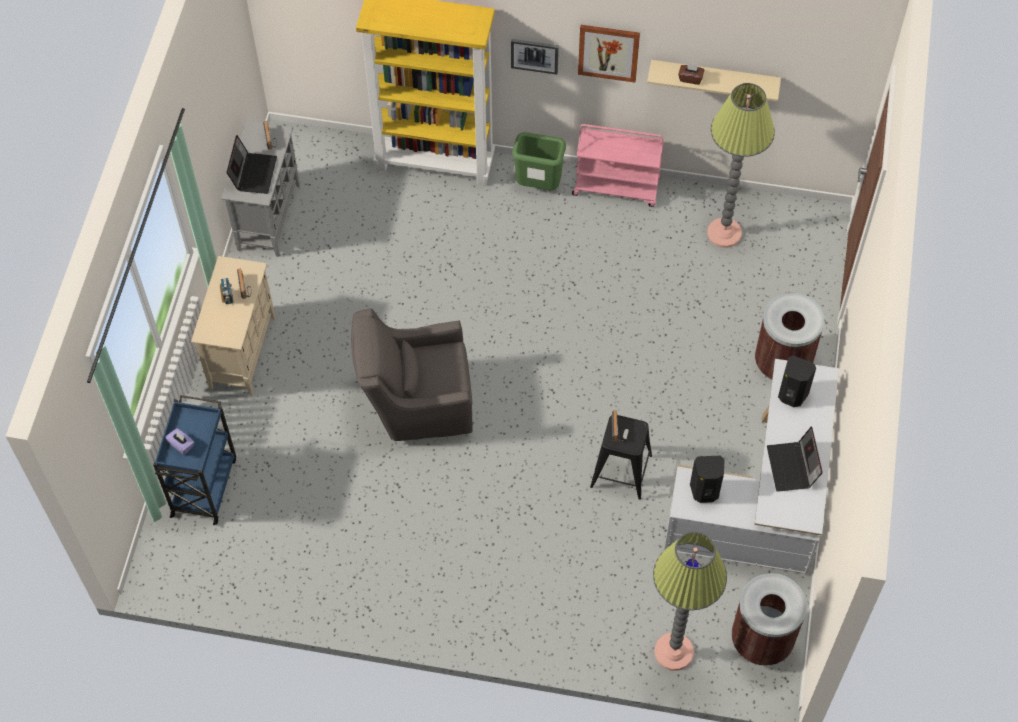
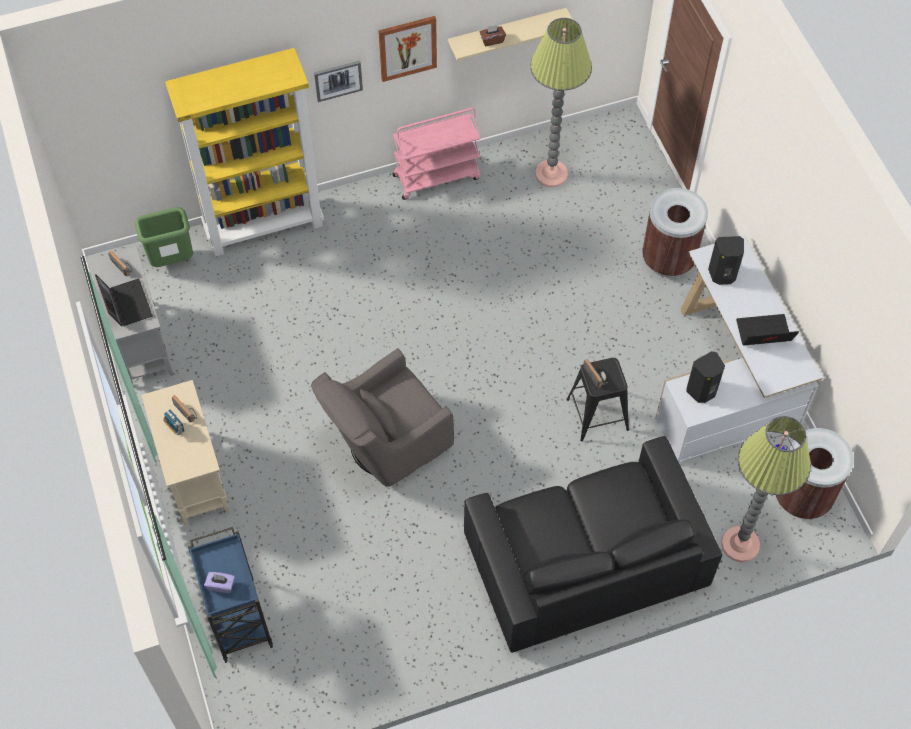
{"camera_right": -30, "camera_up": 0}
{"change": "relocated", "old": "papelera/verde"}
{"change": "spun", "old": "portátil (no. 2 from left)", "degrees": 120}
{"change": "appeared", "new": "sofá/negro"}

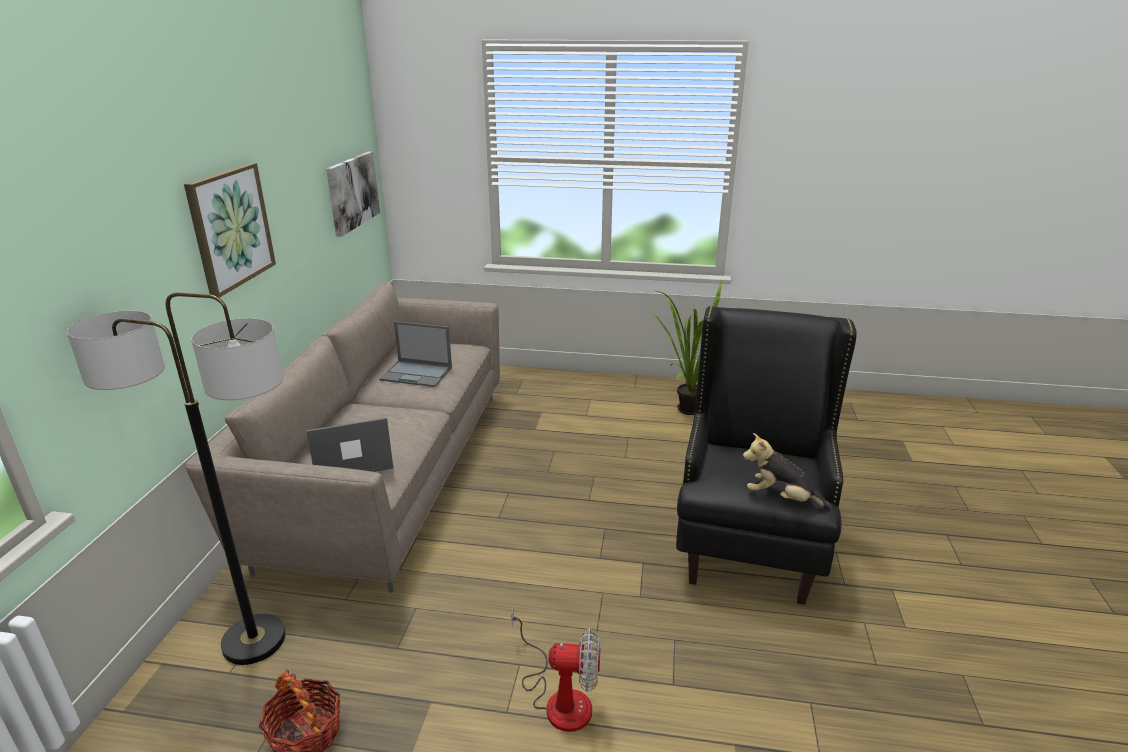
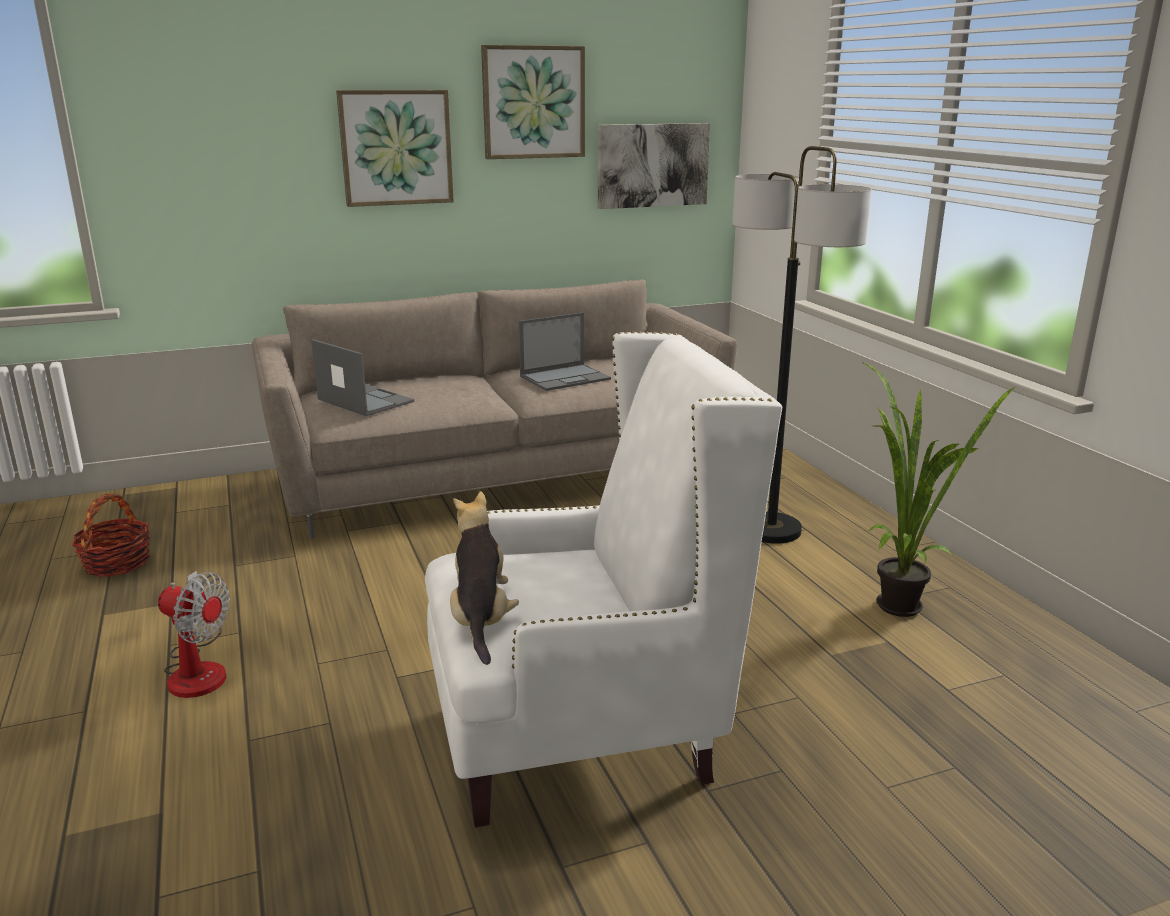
{"camera_right": 60, "camera_up": -5}
{"change": "relocated", "old": "lámpara de pie"}
{"change": "colour", "old": "sillón/negro", "new": "sillón/blanco"}
{"change": "spun", "old": "portátil (no. 2 from left)", "degrees": -105}
{"change": "spun", "old": "ventilador", "degrees": -45}
{"change": "appeared", "new": "cuadro (no. 2 from left)"}

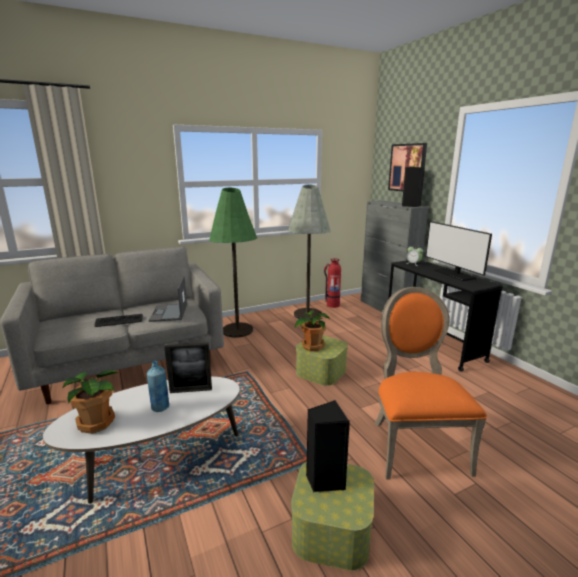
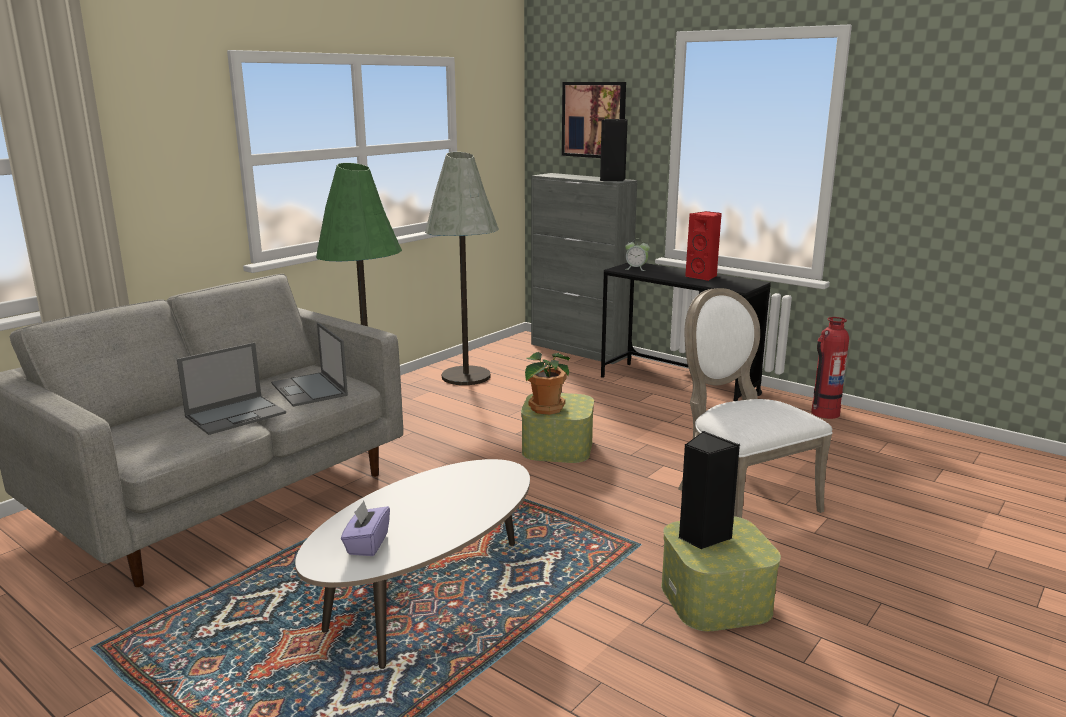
{"camera_right": -25, "camera_up": 0}
{"change": "exchanged", "old": "monitor", "new": "altavoz/rojo"}
{"change": "relocated", "old": "extintor"}
{"change": "colour", "old": "silla/naranja", "new": "silla/blanco"}
{"change": "exchanged", "old": "teclado", "new": "portátil (no. 1 from left)"}
{"change": "missing", "old": "portarretratos"}
{"change": "missing", "old": "botella/azul"}
{"change": "exchanged", "old": "planta en maceta (no. 1 from left)", "new": "caja de pañuelos/morado"}

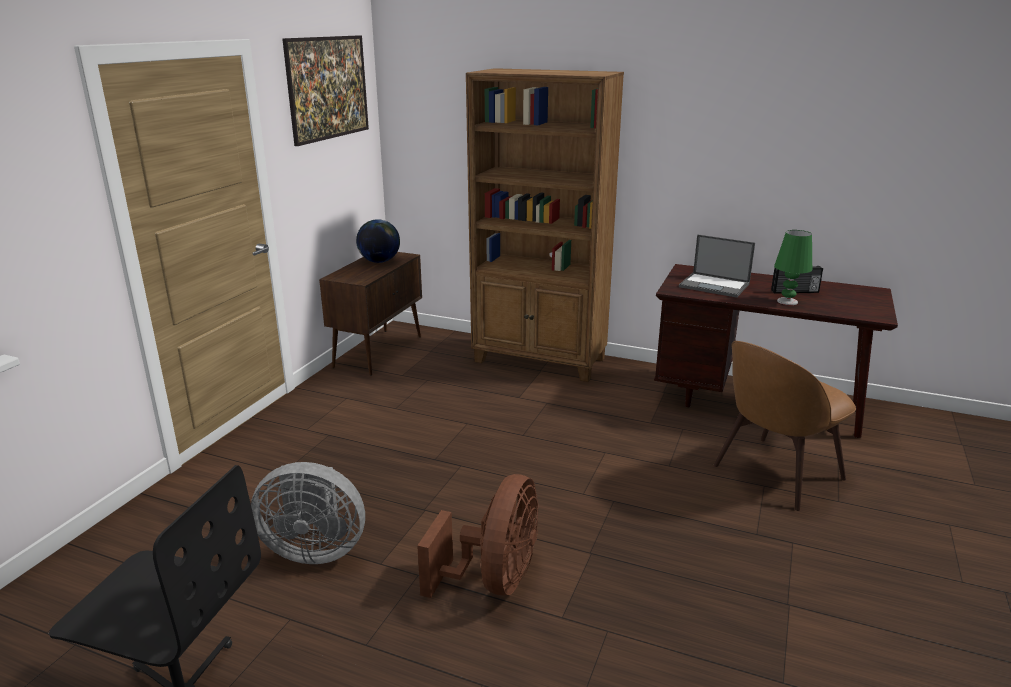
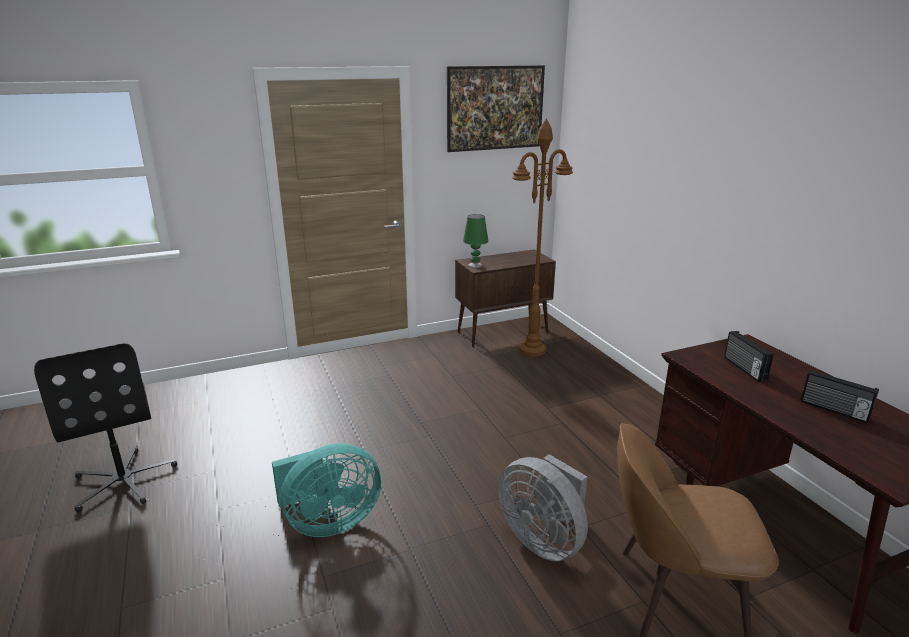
{"camera_right": 45, "camera_up": 0}
{"change": "missing", "old": "estantería/marrón"}
{"change": "missing", "old": "globo terráqueo"}
{"change": "relocated", "old": "lámpara de mesa/verde"}
{"change": "exchanged", "old": "portátil", "new": "radio (no. 1 from left)"}
{"change": "relocated", "old": "ventilador/gris"}
{"change": "colour", "old": "ventilador/marrón", "new": "ventilador/turquesa"}
{"change": "appeared", "new": "lámpara de pie/marrón"}

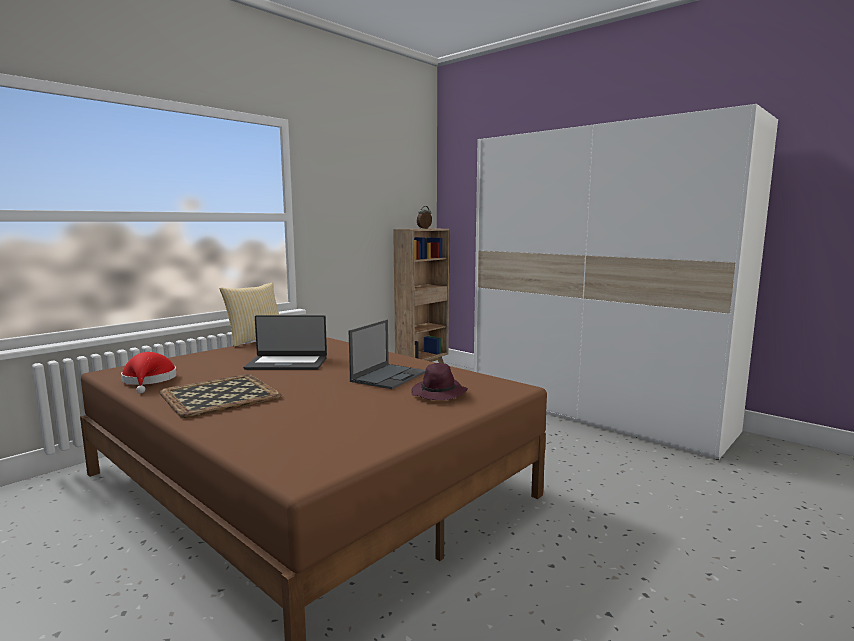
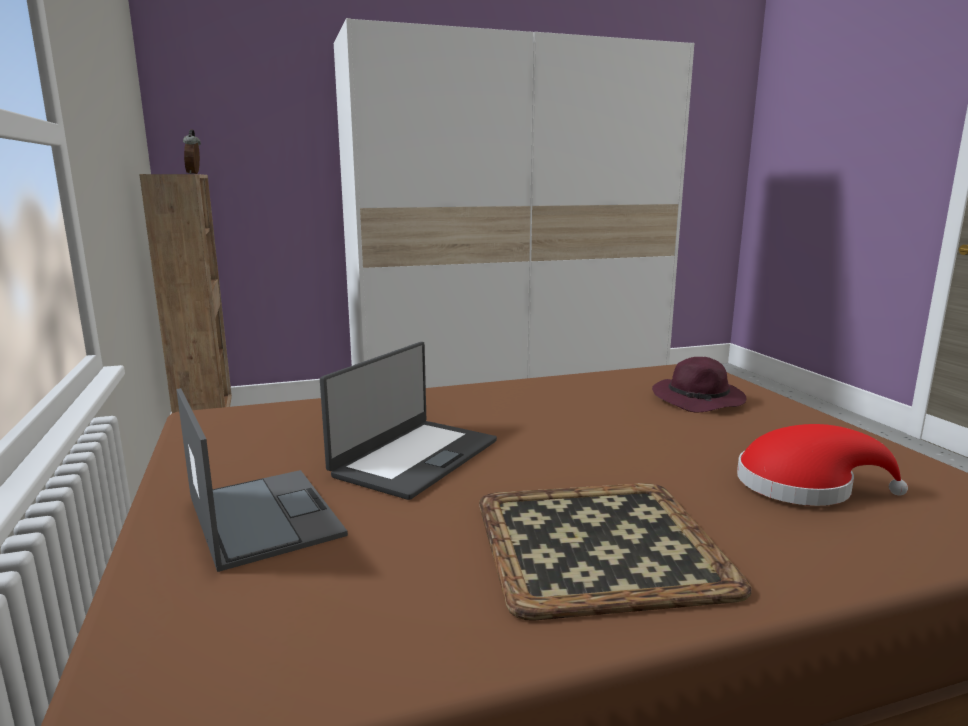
{"camera_right": -60, "camera_up": 5}
{"change": "missing", "old": "cojín"}
{"change": "relocated", "old": "portátil (no. 2 from left in the first image)", "new": "portátil (no. 1 from left)"}
{"change": "relocated", "old": "sombrero/rojo"}

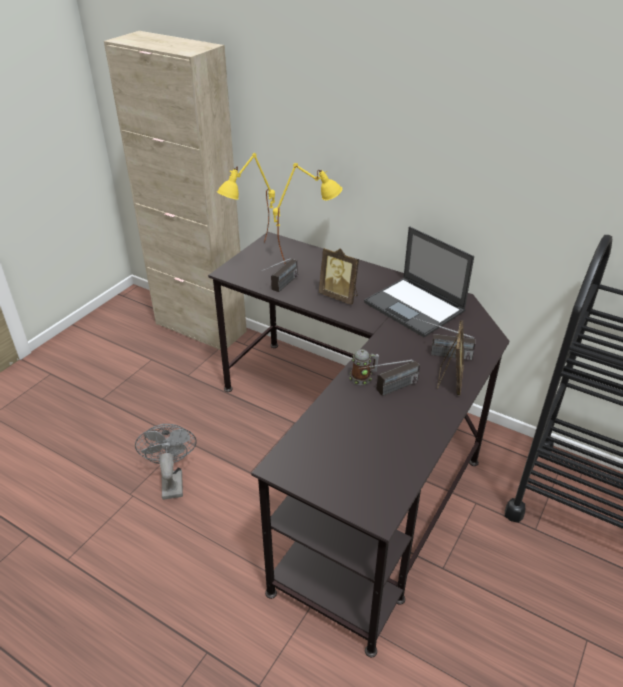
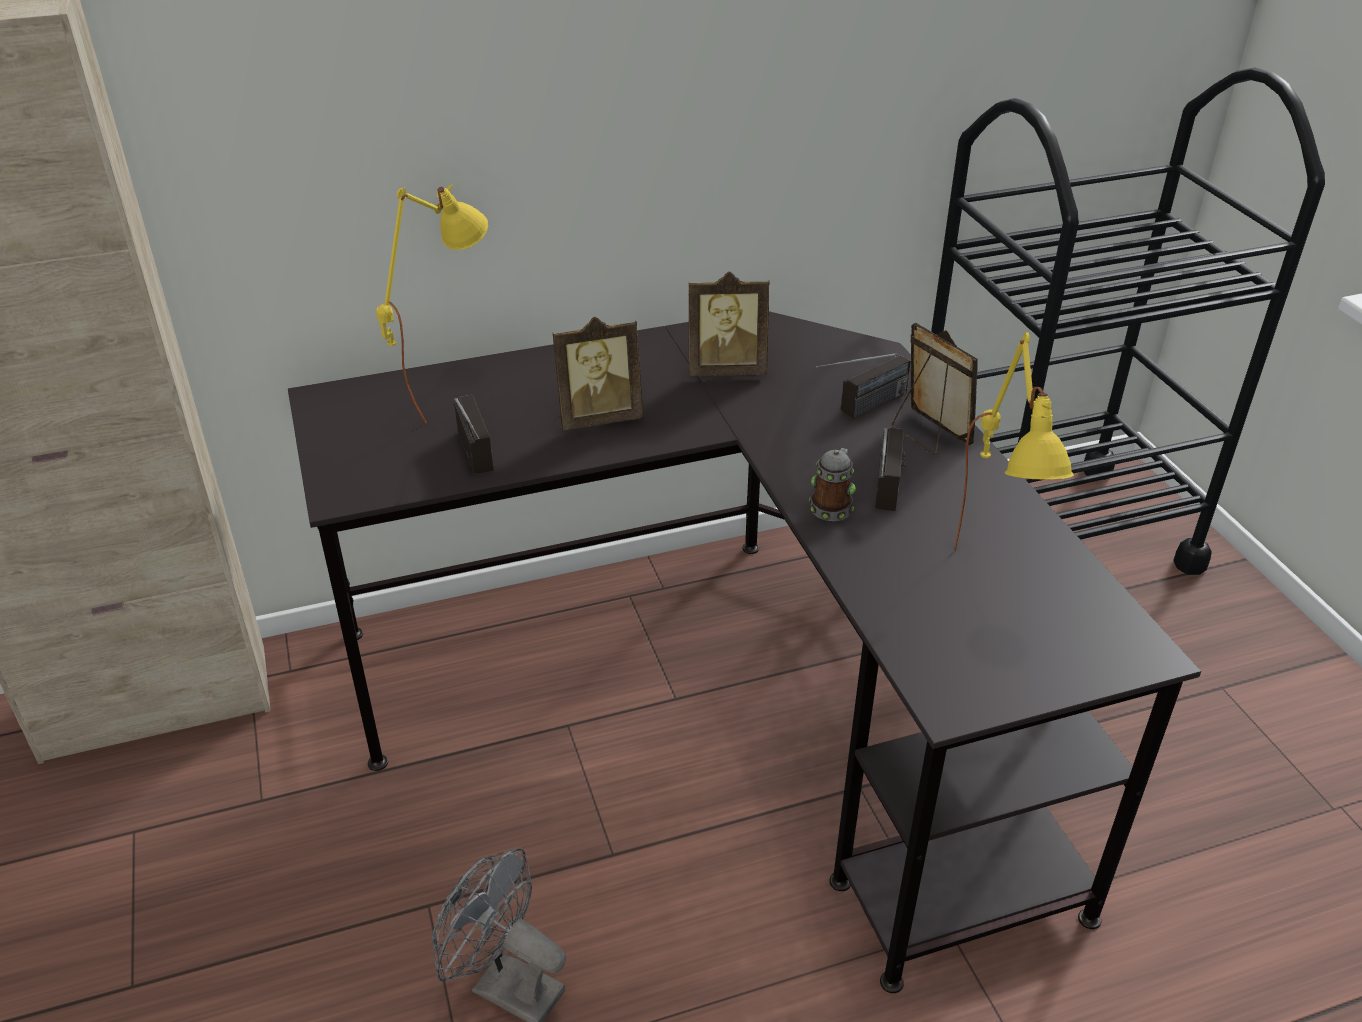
{"camera_right": -50, "camera_up": 0}
{"change": "relocated", "old": "lámpara de mesa/amarillo (no. 1 from left in the first image)", "new": "lámpara de mesa/amarillo (no. 2 from left)"}
{"change": "exchanged", "old": "portátil", "new": "portarretratos (no. 2 from left)"}

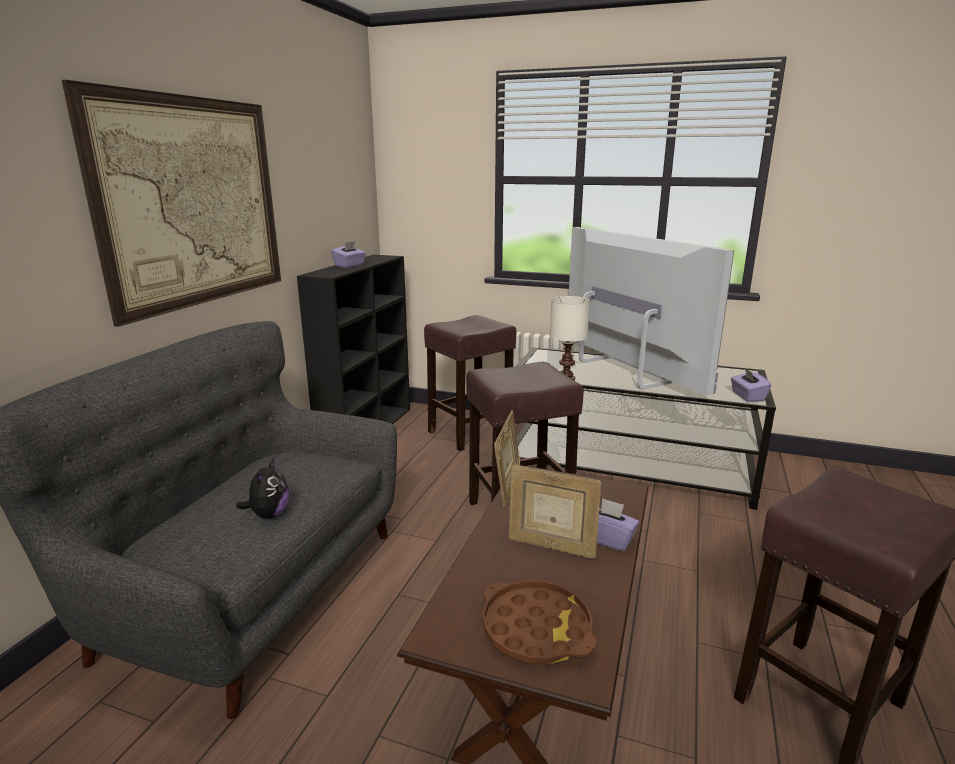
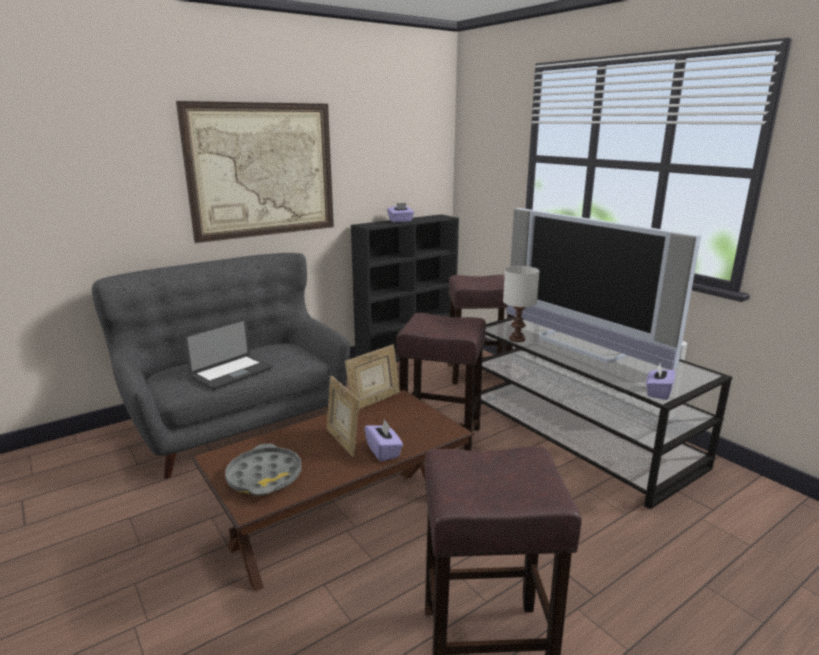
{"camera_right": 35, "camera_up": 0}
{"change": "spun", "old": "televisor", "degrees": 135}
{"change": "exchanged", "old": "peluche", "new": "portátil"}
{"change": "colour", "old": "bandeja/marrón", "new": "bandeja/gris"}

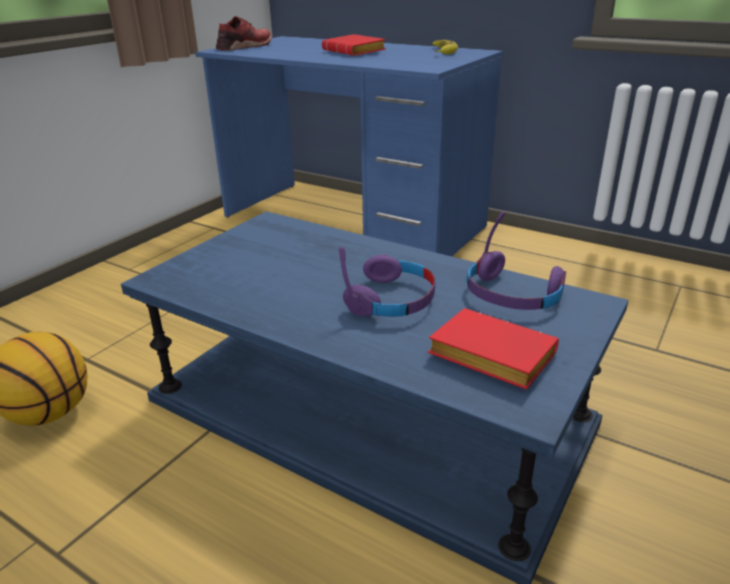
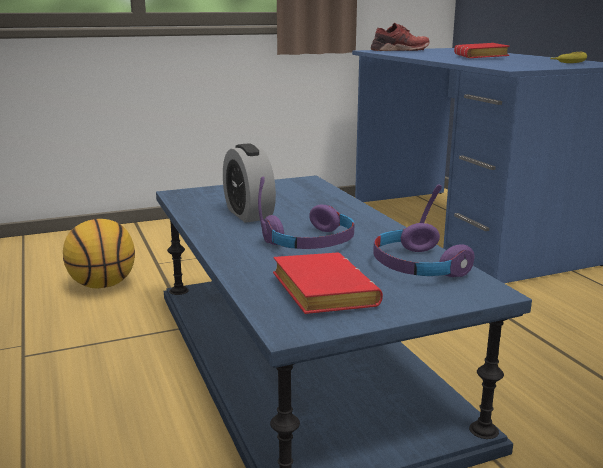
{"camera_right": 35, "camera_up": -10}
{"change": "appeared", "new": "despertador"}

